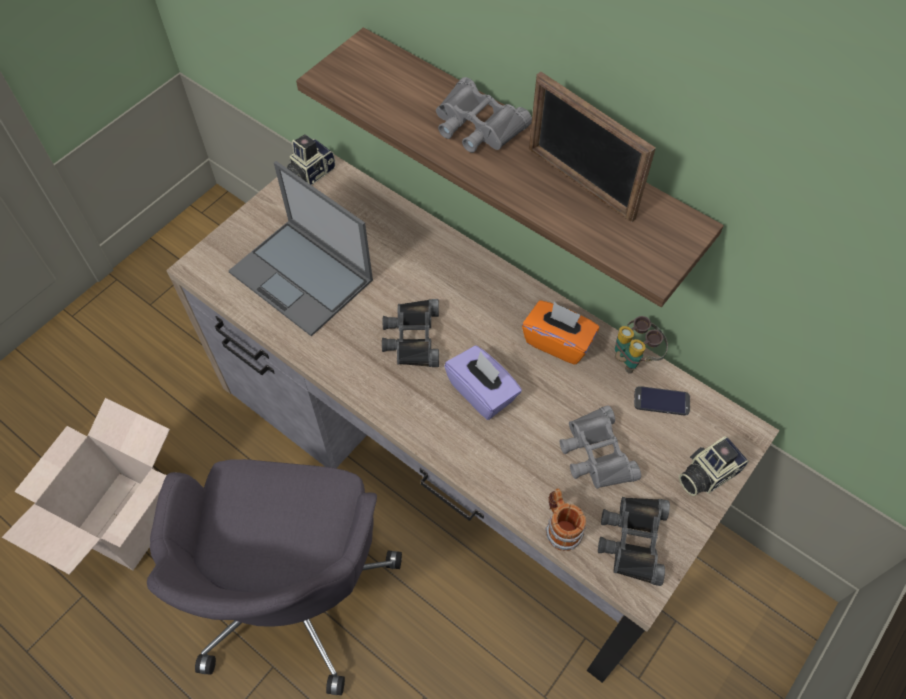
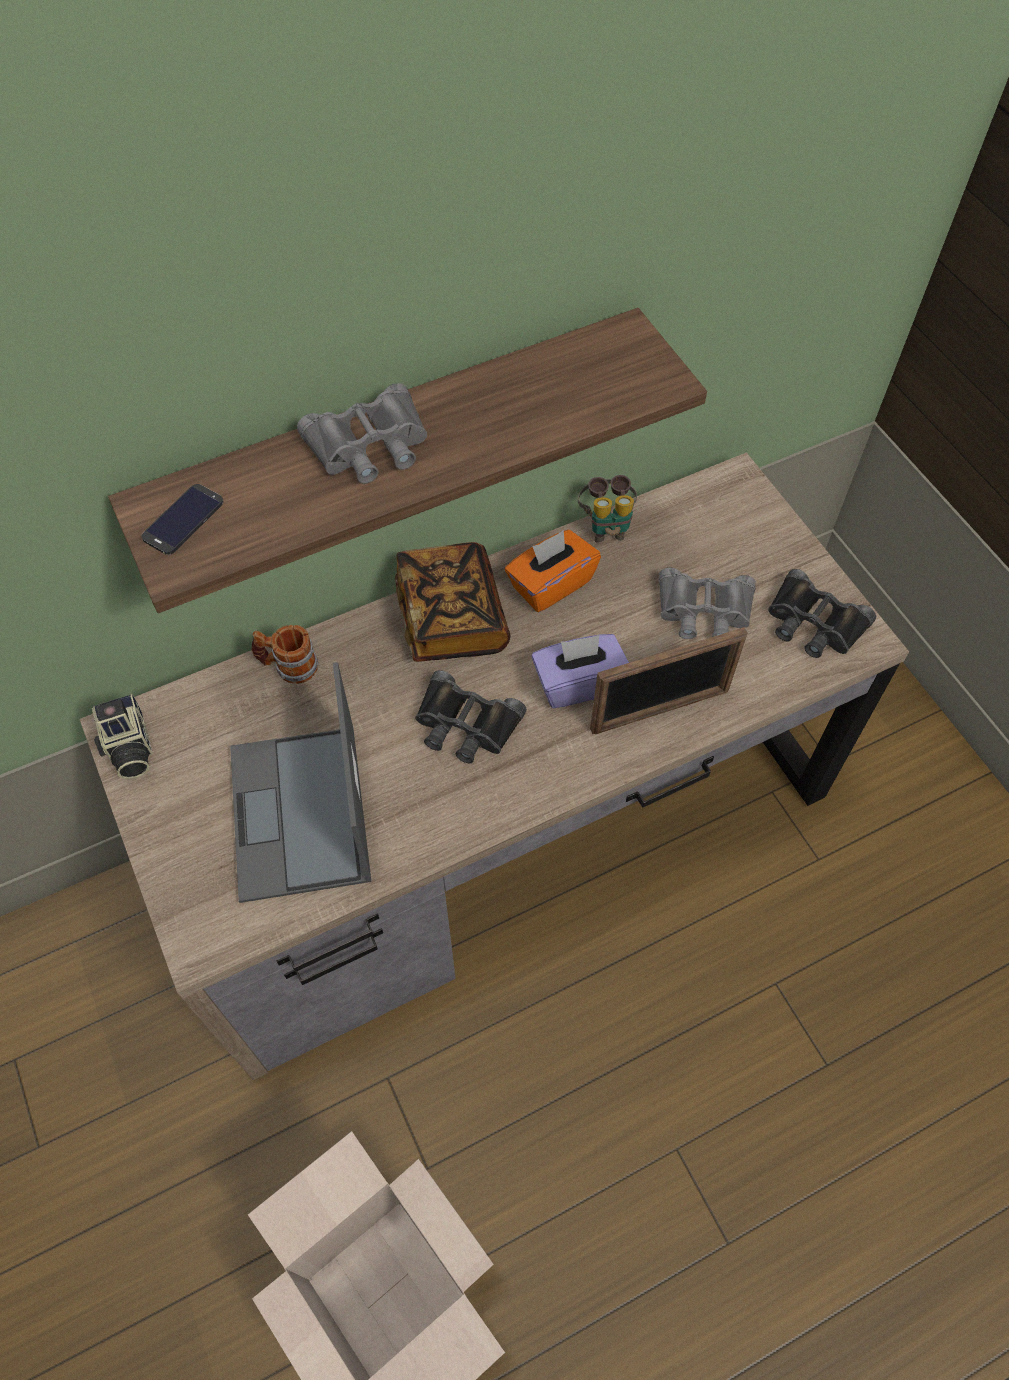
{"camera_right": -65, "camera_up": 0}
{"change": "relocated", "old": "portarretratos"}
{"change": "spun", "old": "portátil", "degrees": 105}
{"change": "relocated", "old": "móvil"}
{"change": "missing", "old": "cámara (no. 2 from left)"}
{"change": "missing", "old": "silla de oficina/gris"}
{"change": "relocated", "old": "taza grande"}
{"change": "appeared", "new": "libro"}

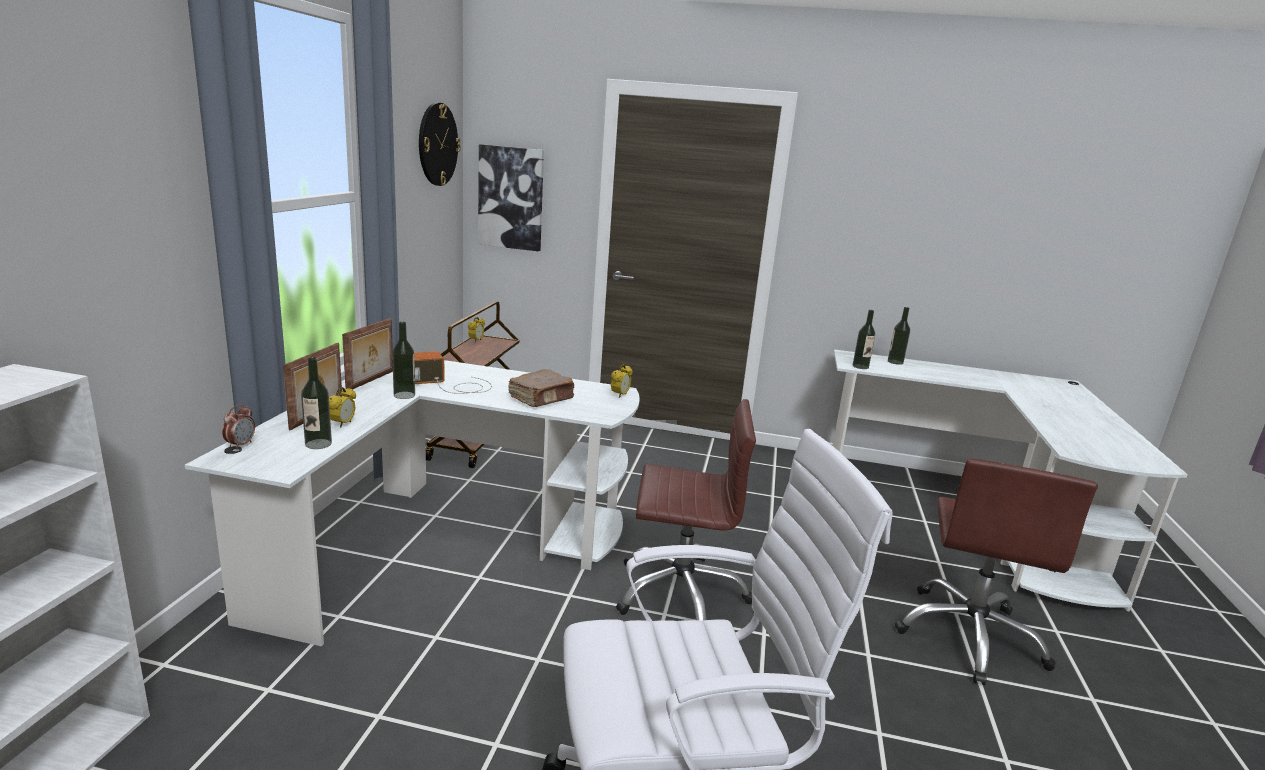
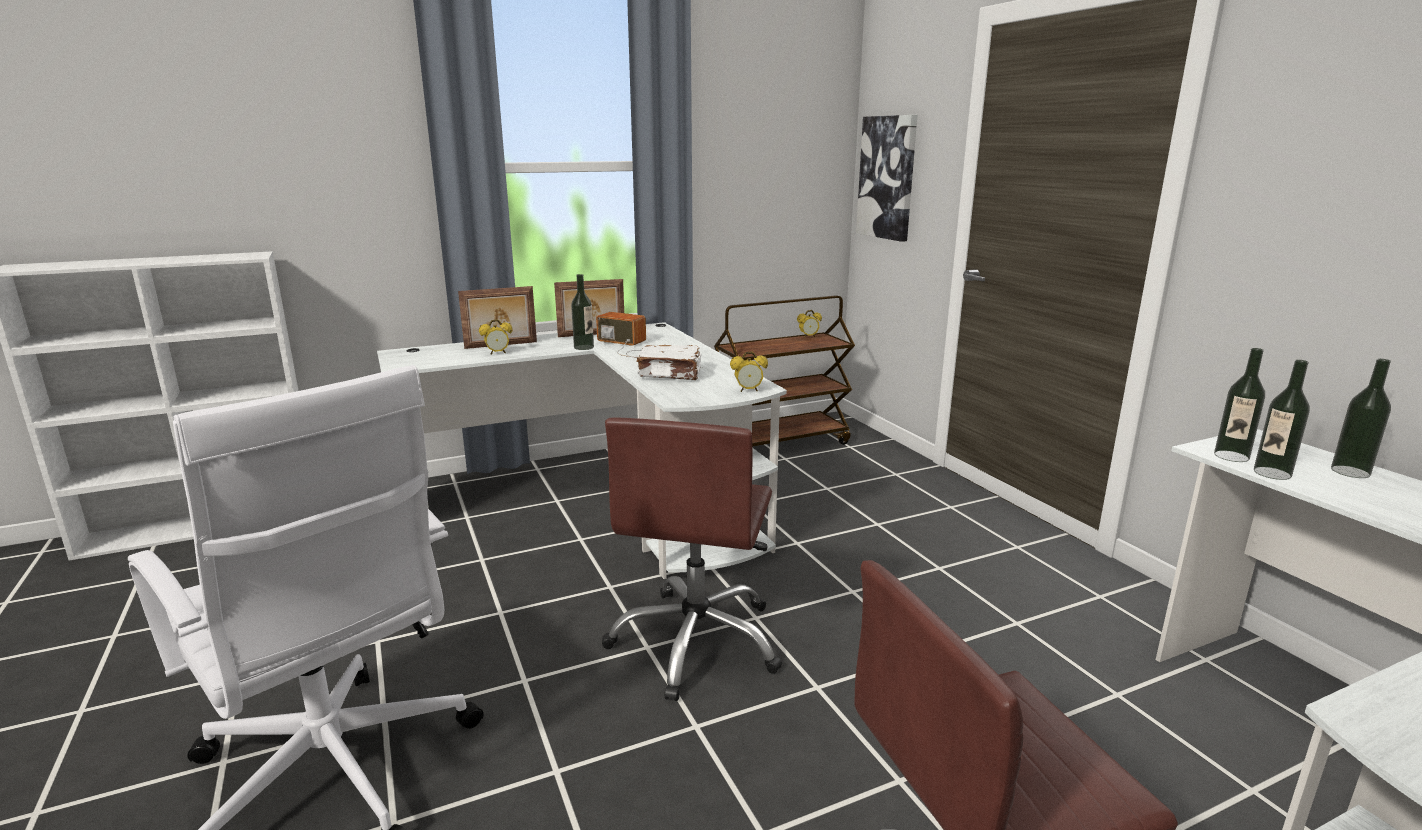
{"camera_right": 55, "camera_up": 0}
{"change": "missing", "old": "reloj de pared"}
{"change": "relocated", "old": "botella (no. 1 from left in the first image)", "new": "botella (no. 3 from left)"}
{"change": "colour", "old": "libro/marrón", "new": "libro/blanco"}
{"change": "spun", "old": "silla de oficina/marrón (no. 1 from left)", "degrees": 45}
{"change": "missing", "old": "despertador (no. 1 from left)"}

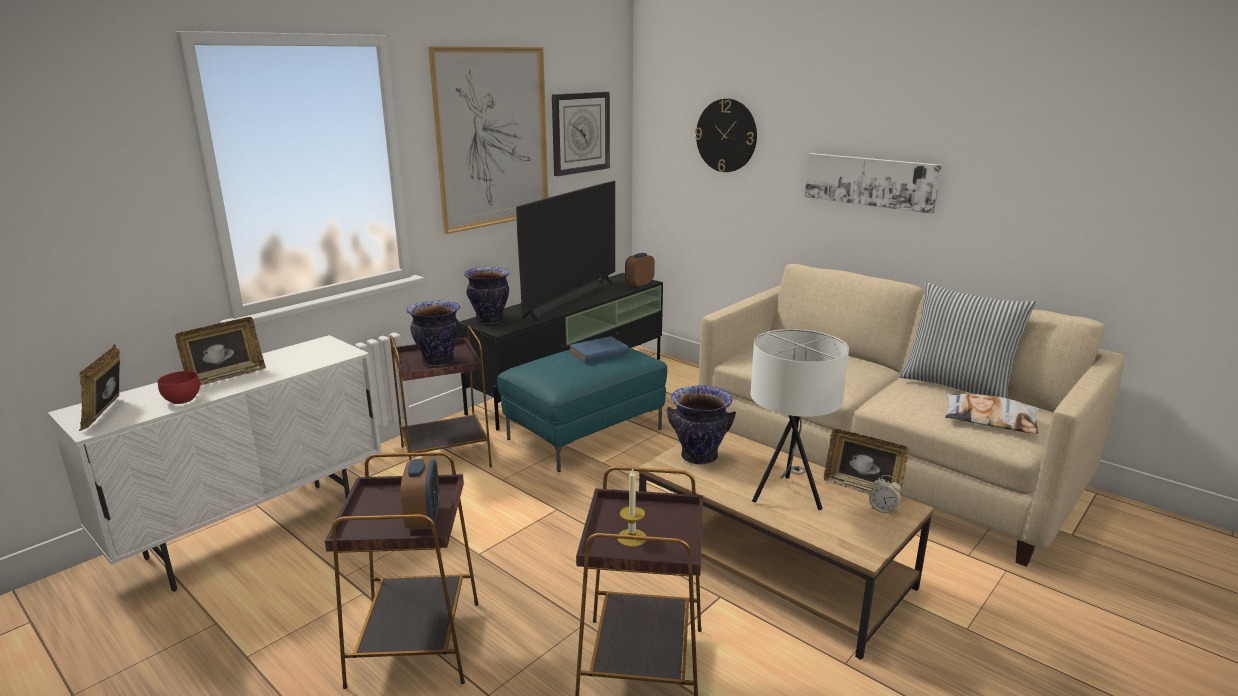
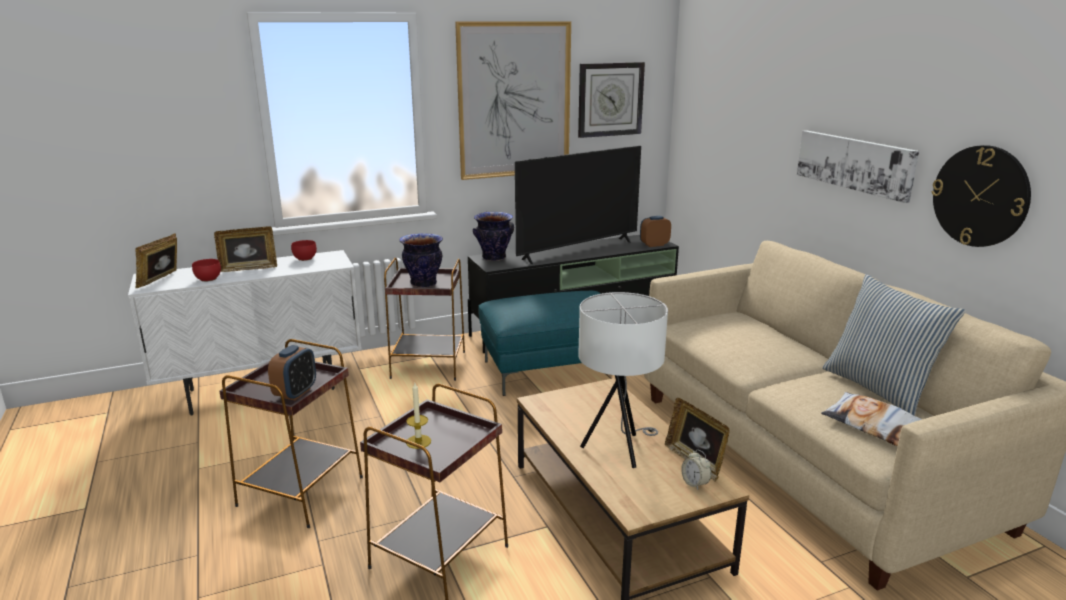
{"camera_right": 25, "camera_up": 0}
{"change": "relocated", "old": "reloj de pared (no. 2 from left)"}
{"change": "missing", "old": "libro/azul"}
{"change": "missing", "old": "florero (no. 3 from left)"}
{"change": "appeared", "new": "cuenco/rojo (no. 2 from left)"}

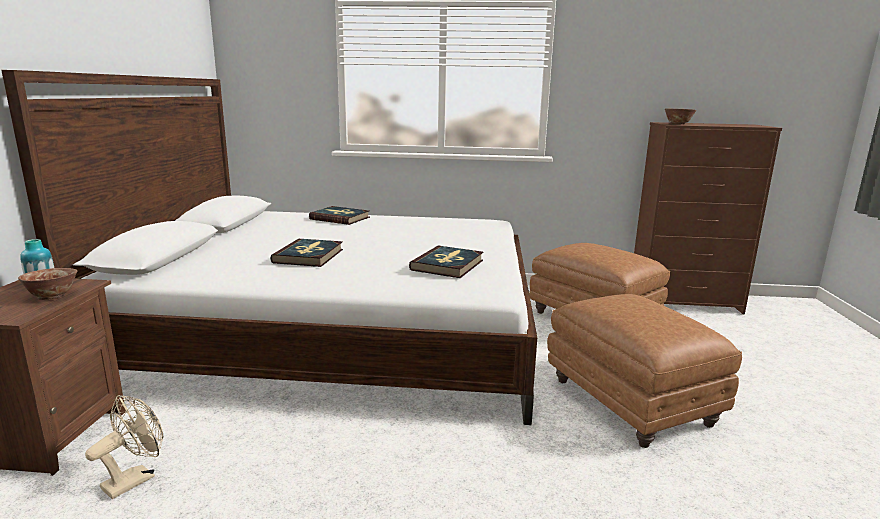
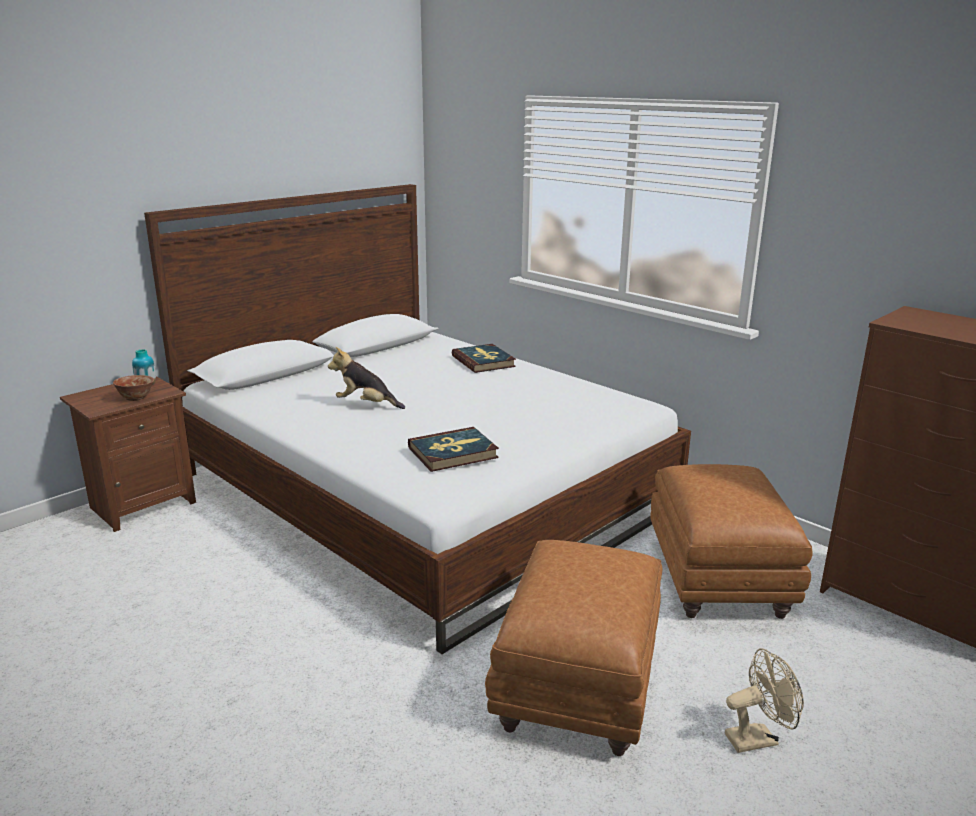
{"camera_right": 40, "camera_up": 5}
{"change": "missing", "old": "cuenco (no. 2 from left)"}
{"change": "exchanged", "old": "libro (no. 1 from left)", "new": "peluche"}
{"change": "relocated", "old": "ventilador/beis"}

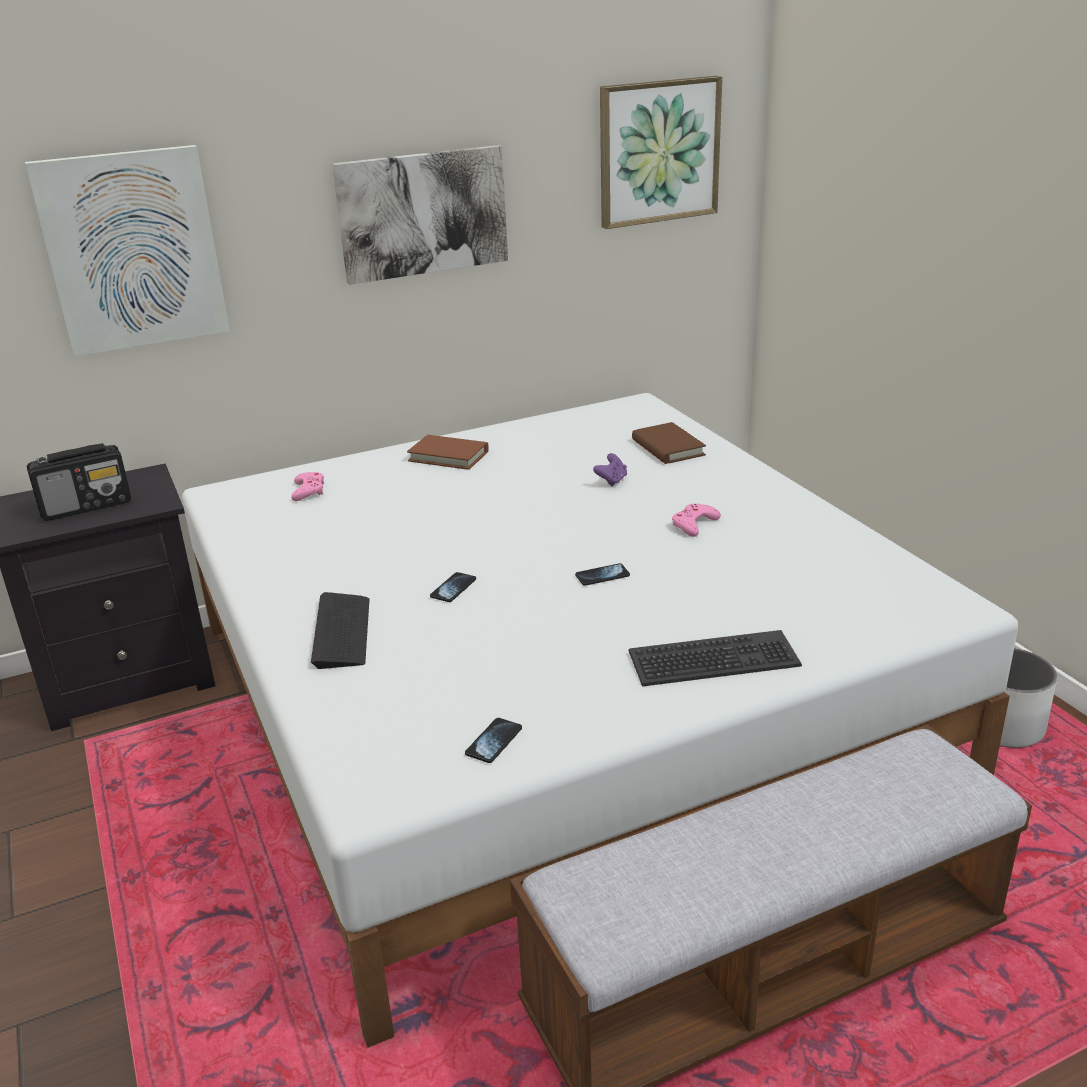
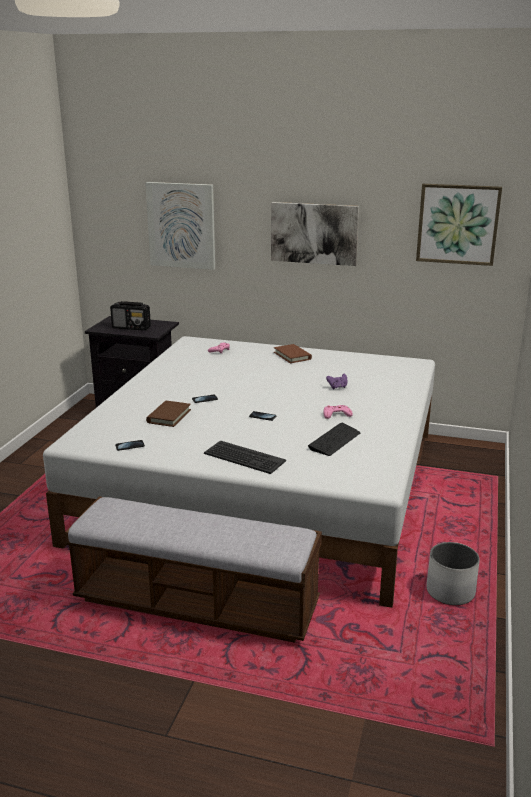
{"camera_right": 40, "camera_up": -5}
{"change": "relocated", "old": "libro/marrón (no. 2 from left in the first image)", "new": "libro/marrón (no. 1 from left)"}
{"change": "relocated", "old": "teclado (no. 1 from left in the first image)", "new": "teclado (no. 2 from left)"}

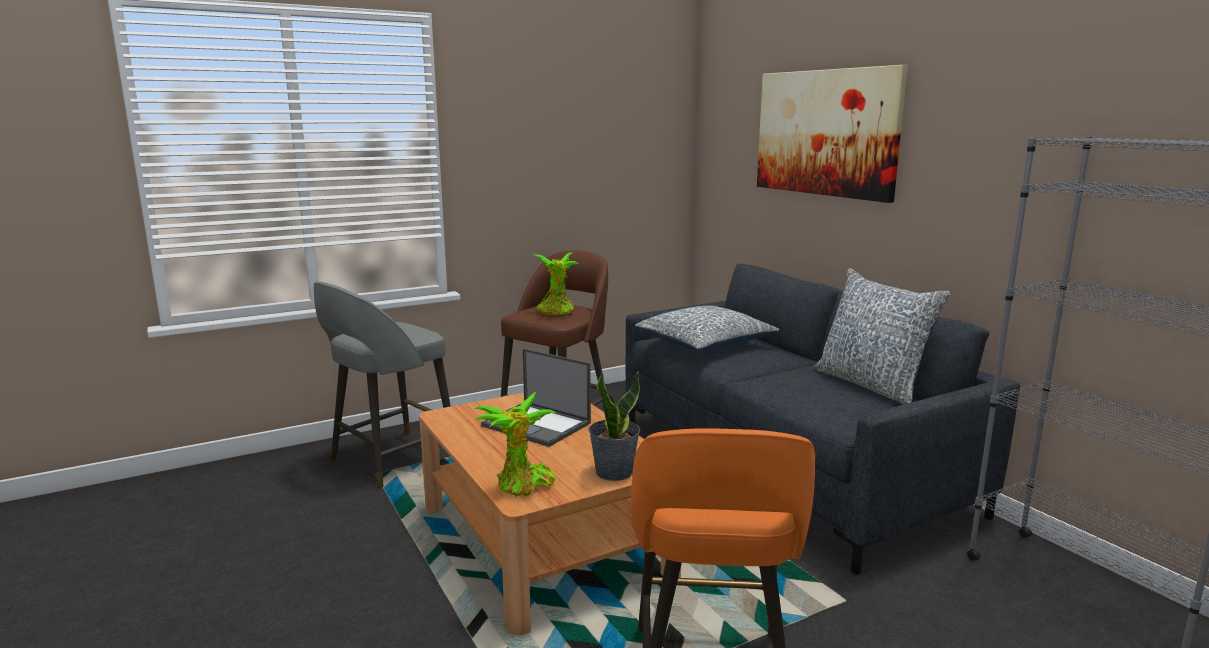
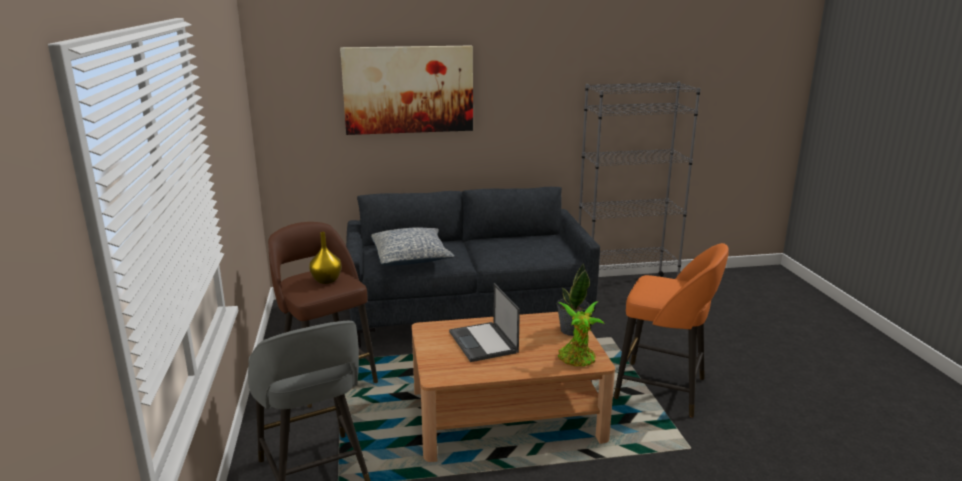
{"camera_right": -70, "camera_up": 5}
{"change": "exchanged", "old": "planta en maceta (no. 2 from left)", "new": "florero/amarillo"}
{"change": "missing", "old": "cojín (no. 2 from left)"}
{"change": "spun", "old": "portátil", "degrees": 105}

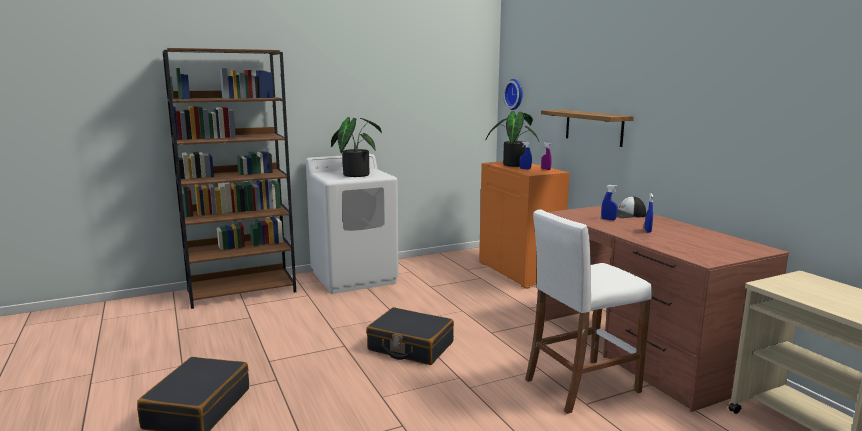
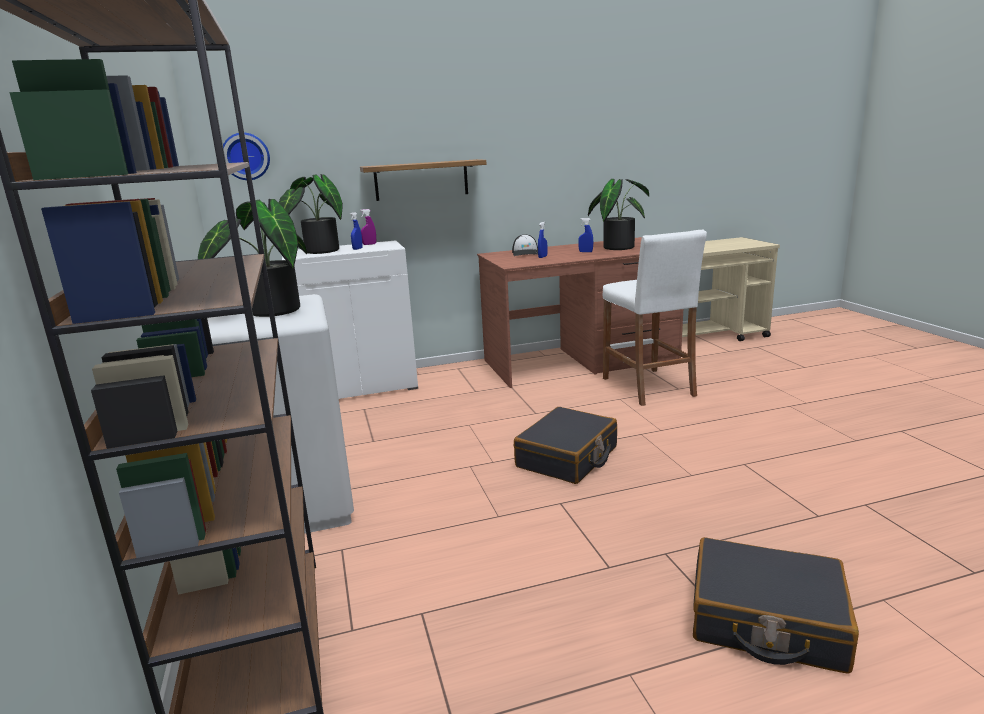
{"camera_right": -80, "camera_up": 5}
{"change": "colour", "old": "armario/naranja", "new": "armario/blanco"}
{"change": "appeared", "new": "planta en maceta (no. 3 from left)"}

